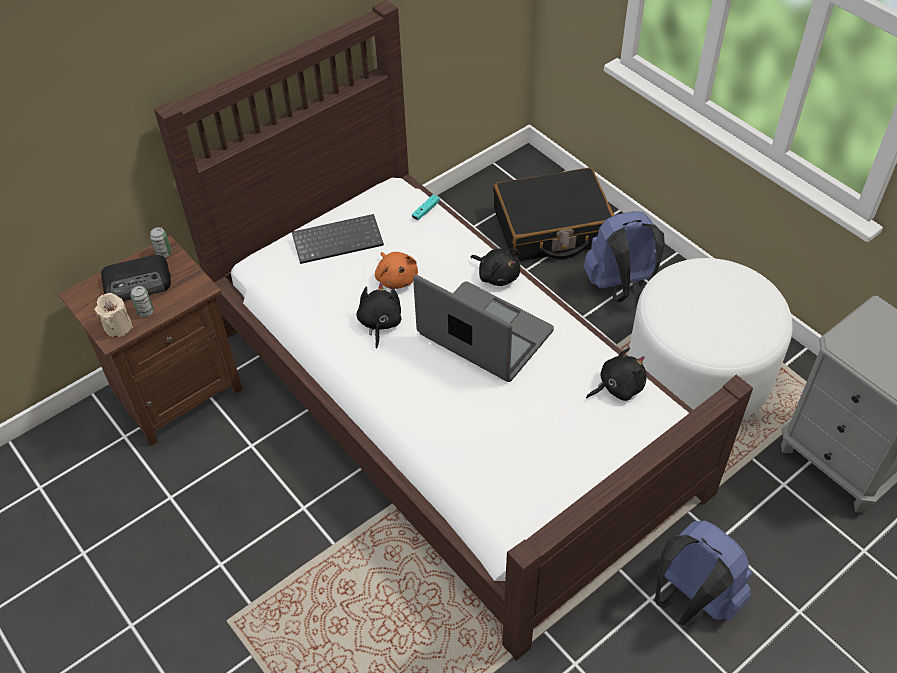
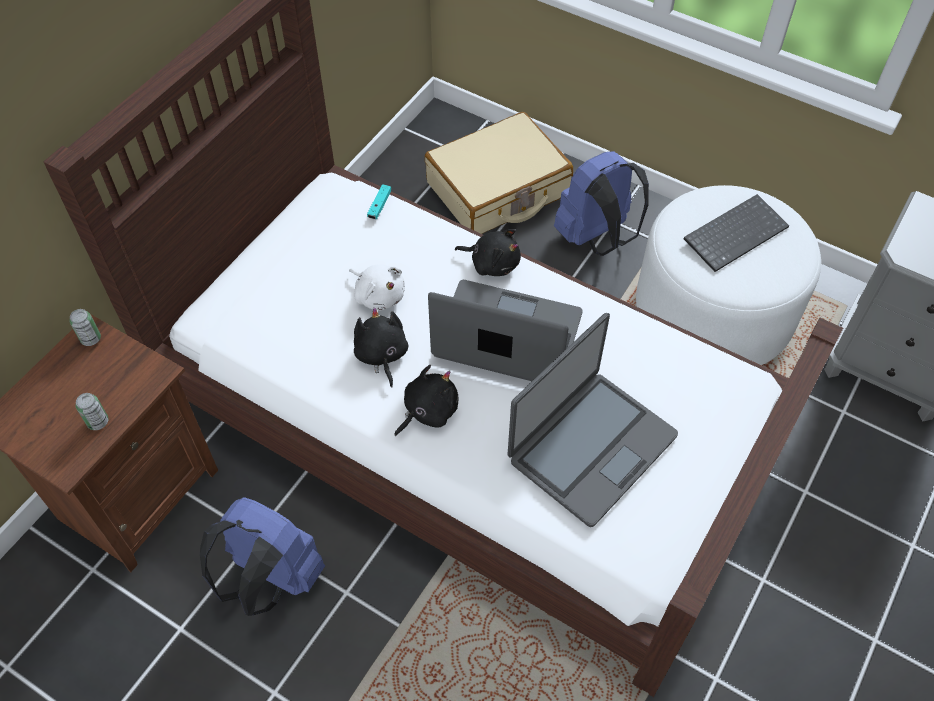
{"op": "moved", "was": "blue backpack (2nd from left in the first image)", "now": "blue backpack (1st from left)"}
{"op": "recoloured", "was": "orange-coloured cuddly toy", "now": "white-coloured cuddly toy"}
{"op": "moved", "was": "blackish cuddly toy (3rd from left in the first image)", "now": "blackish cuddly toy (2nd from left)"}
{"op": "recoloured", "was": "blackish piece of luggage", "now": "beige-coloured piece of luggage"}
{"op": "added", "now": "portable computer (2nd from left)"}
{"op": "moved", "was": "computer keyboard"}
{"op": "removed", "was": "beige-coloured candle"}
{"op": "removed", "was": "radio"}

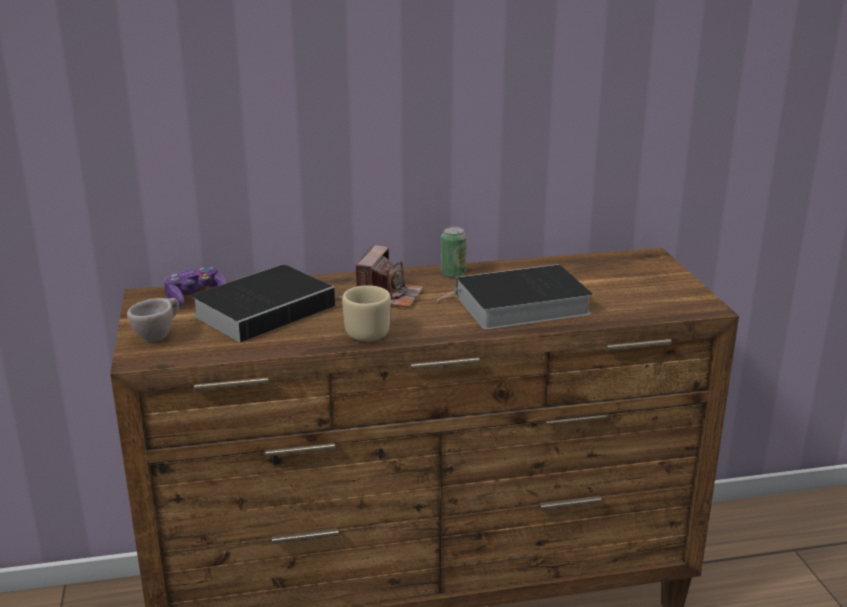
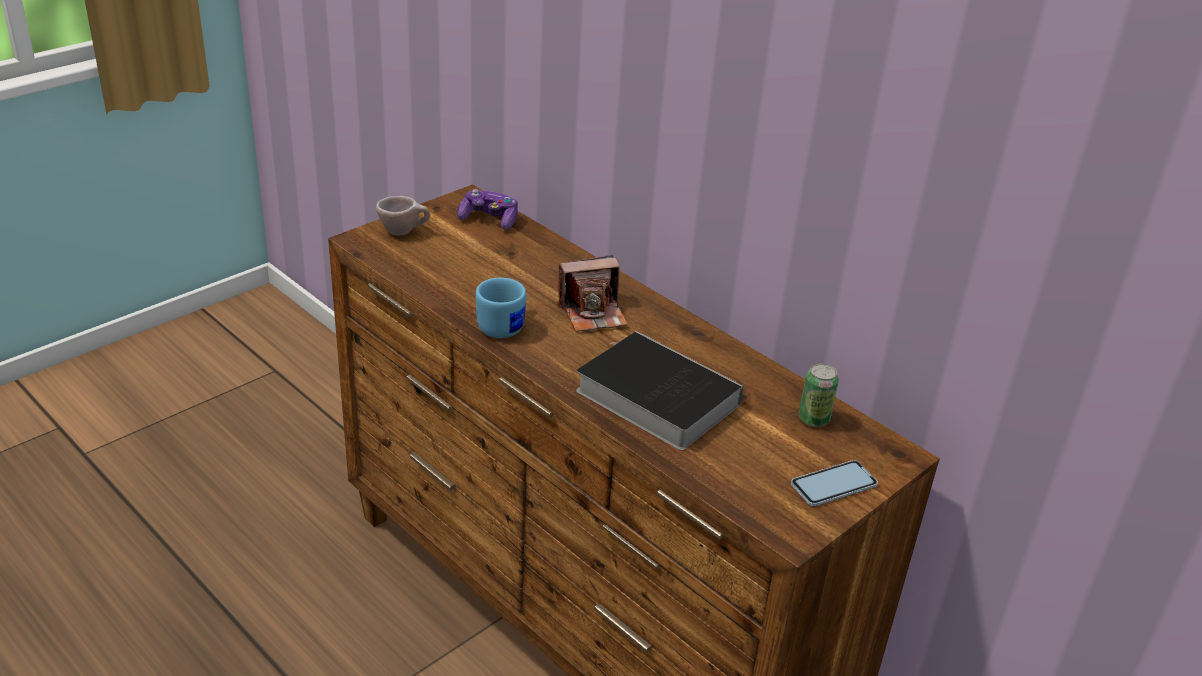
{"op": "recoloured", "was": "beige-coloured tea mug", "now": "blue tea mug"}
{"op": "added", "now": "telephone"}
{"op": "moved", "was": "can"}
{"op": "removed", "was": "book (1st from left)"}

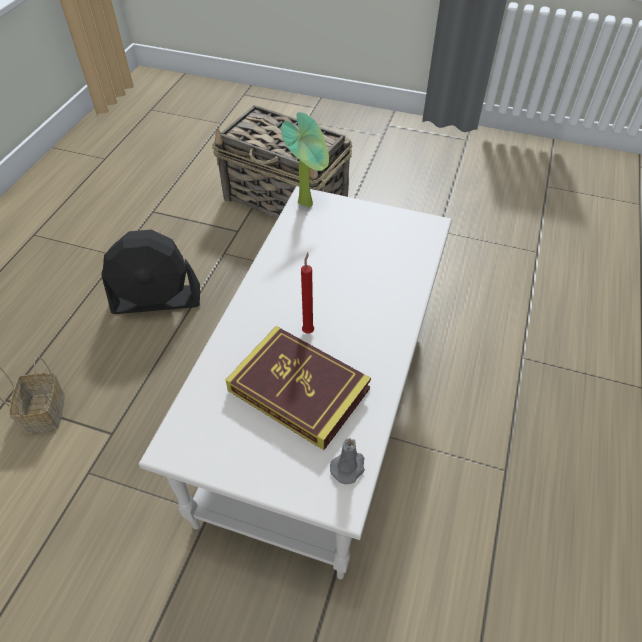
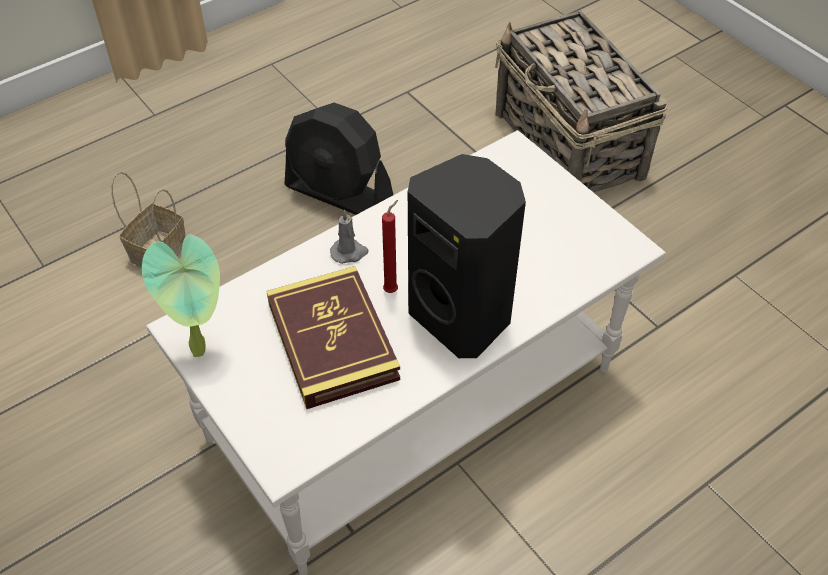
{"op": "moved", "was": "houseplant"}
{"op": "moved", "was": "grey candle"}
{"op": "added", "now": "blackish loudspeaker"}

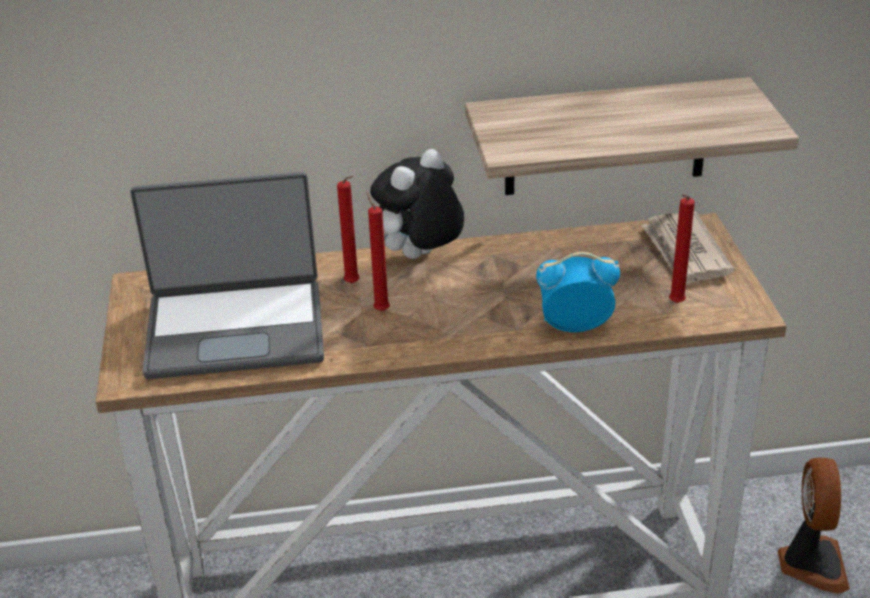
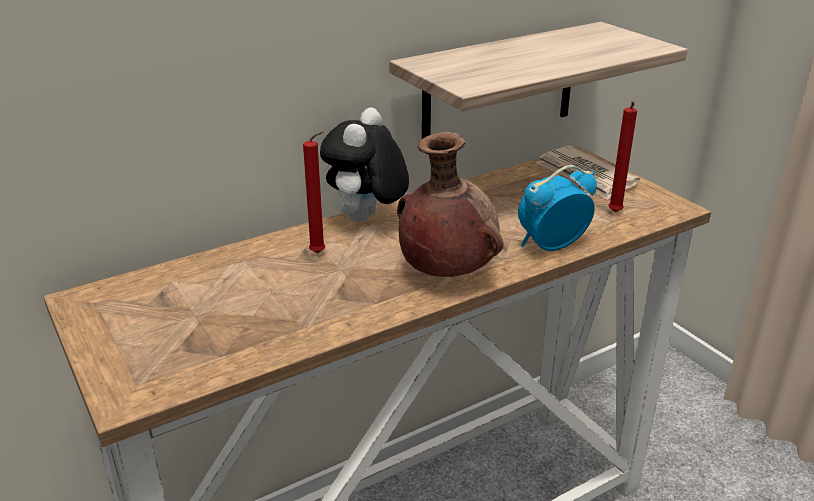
{"op": "added", "now": "brownish flower vase"}
{"op": "removed", "was": "portable computer"}
{"op": "removed", "was": "red candle (2nd from left)"}
{"op": "removed", "was": "cooling fan"}

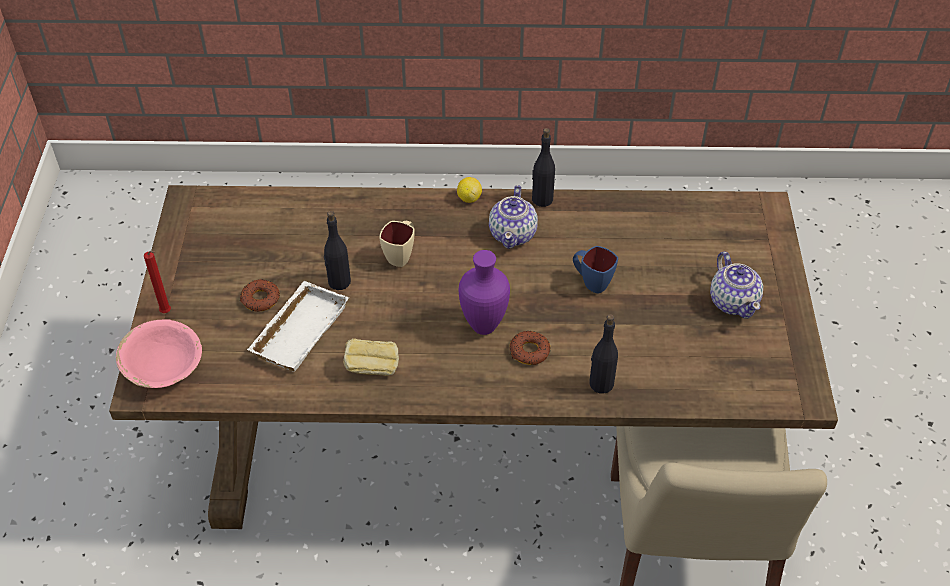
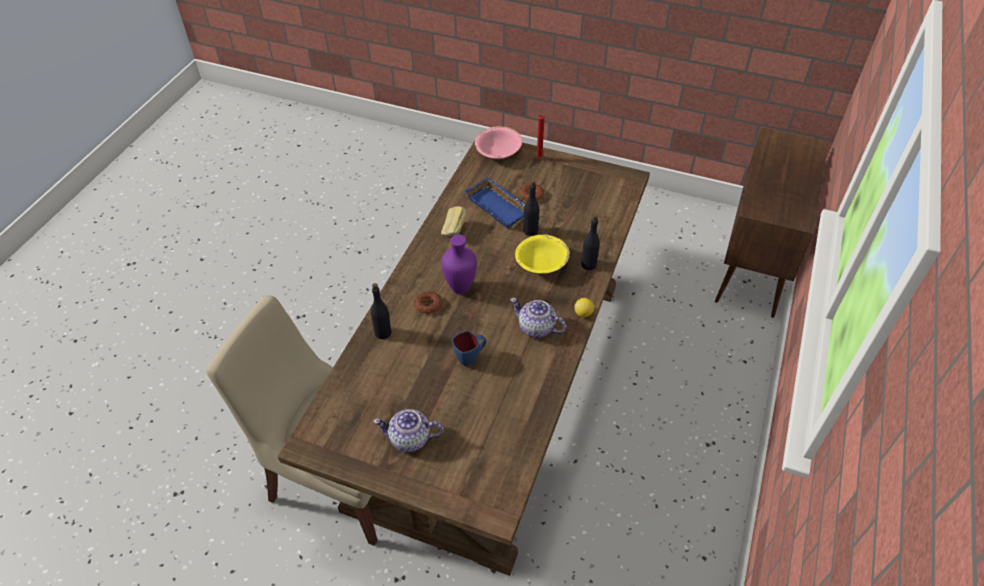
{"op": "recoloured", "was": "white-coloured tray", "now": "blue tray"}
{"op": "replaced", "was": "beige-coloured tea mug", "now": "yellow-coloured bowl"}
{"op": "moved", "was": "blackish beverage bottle (2nd from left in the first image)", "now": "blackish beverage bottle (3rd from left)"}
{"op": "added", "now": "brownish cupboard"}

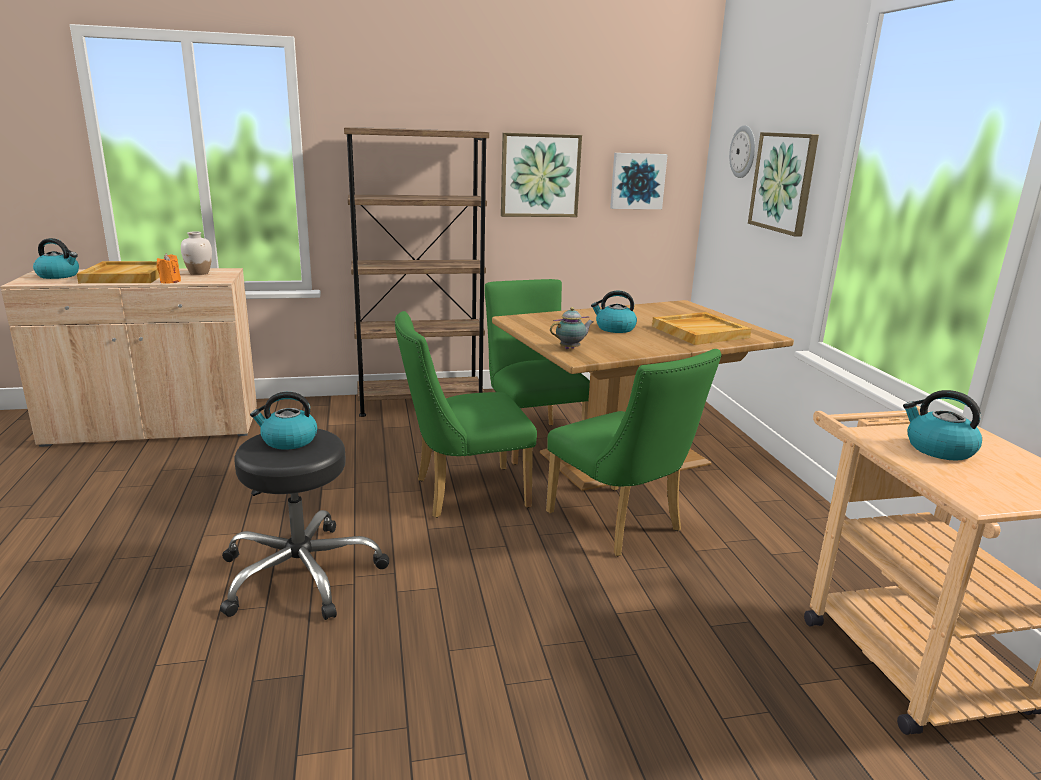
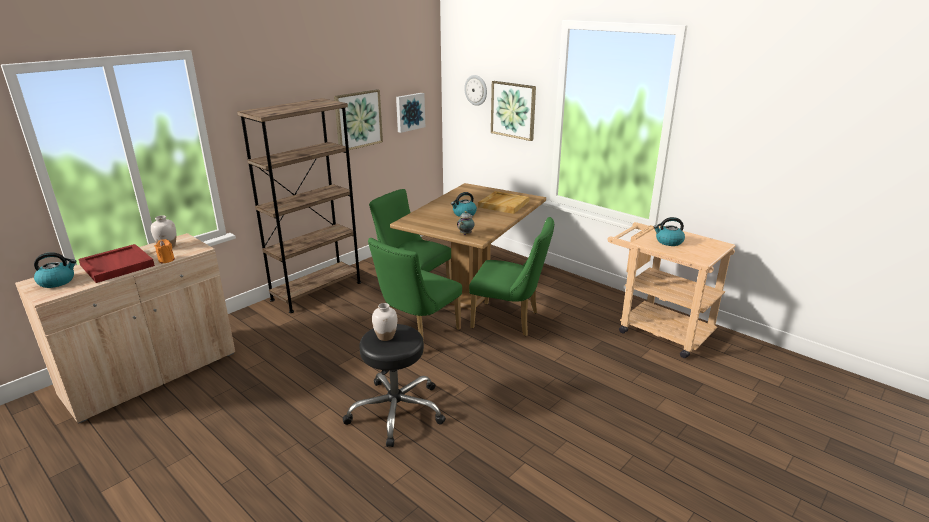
{"op": "recoloured", "was": "beige-coloured tray (1st from left)", "now": "red tray"}
{"op": "replaced", "was": "water kettle (2nd from left)", "now": "white-coloured flower vase (2nd from left)"}

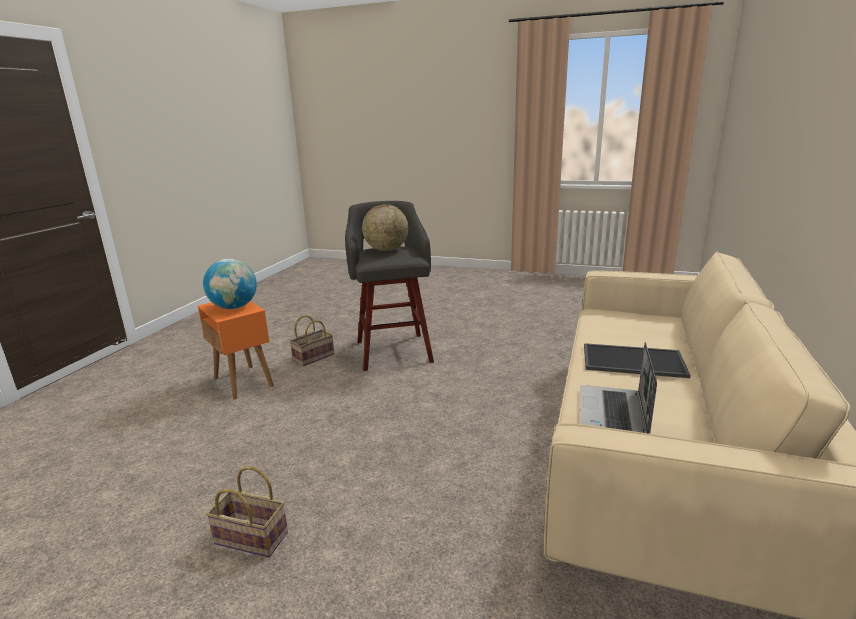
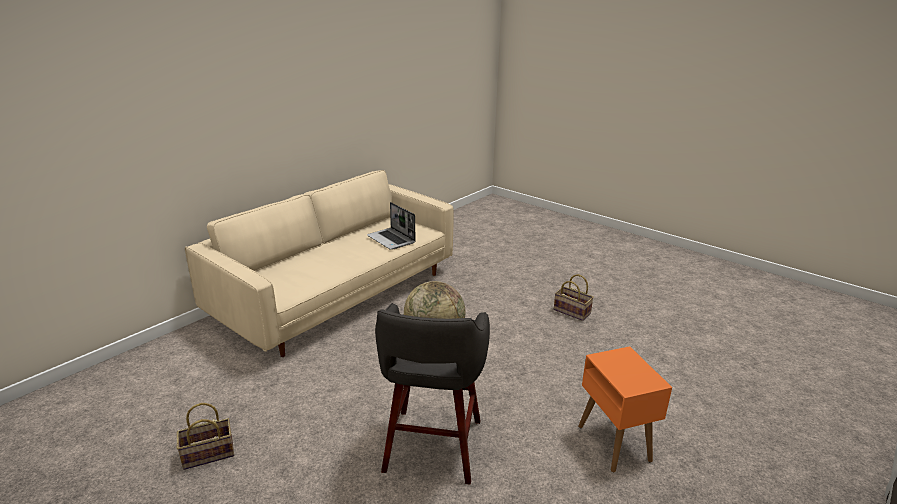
{"op": "moved", "was": "basket (2nd from left in the first image)", "now": "basket (1st from left)"}
{"op": "turned", "was": "portable computer", "clockwise": 105}
{"op": "removed", "was": "desk globe (1st from left)"}
{"op": "removed", "was": "tray"}

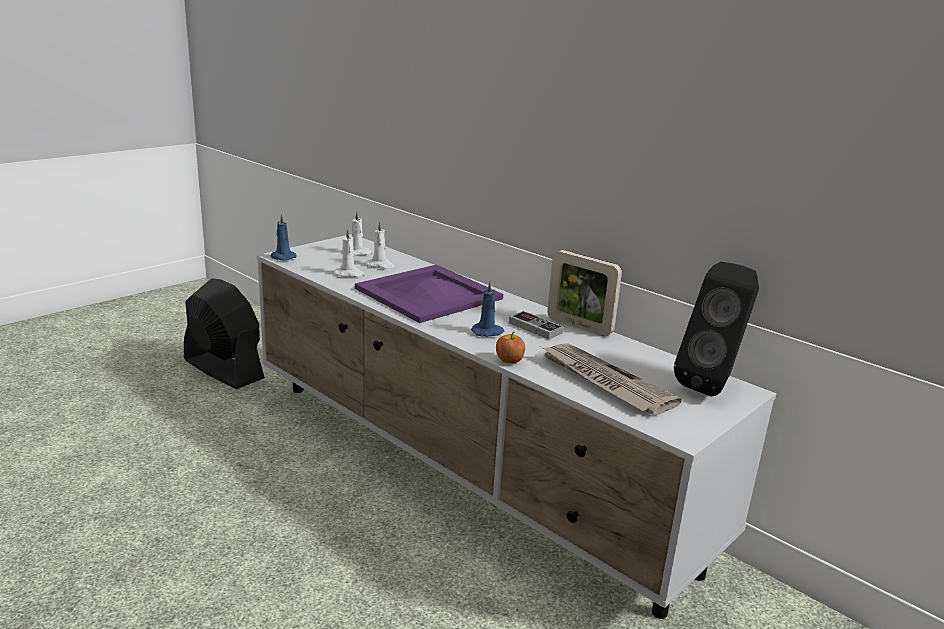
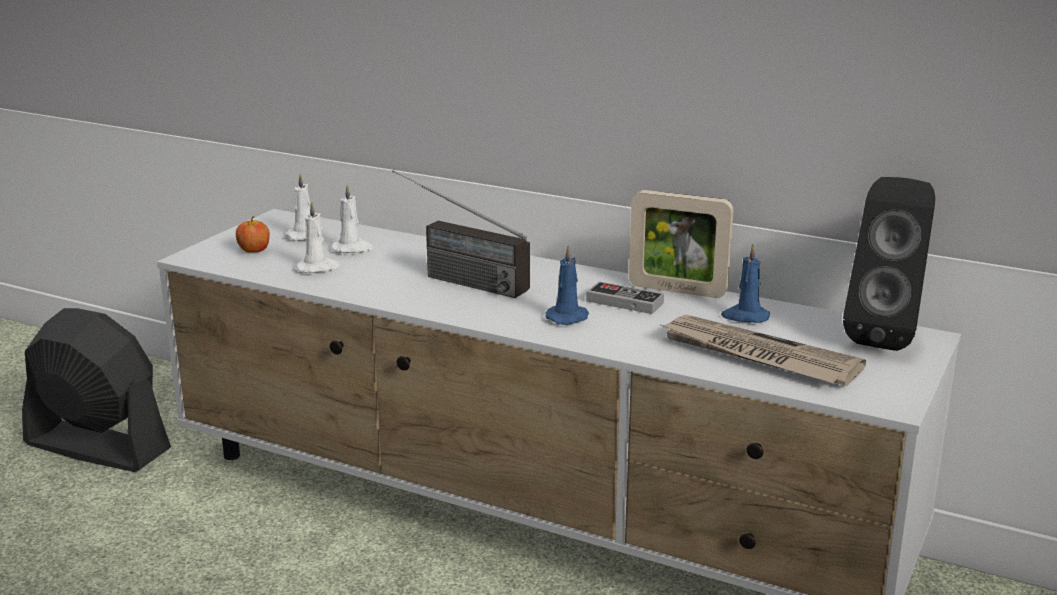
{"op": "moved", "was": "whole apple"}
{"op": "replaced", "was": "purple-coloured tray", "now": "radio"}
{"op": "moved", "was": "blue candle (1st from left in the first image)", "now": "blue candle (2nd from left)"}

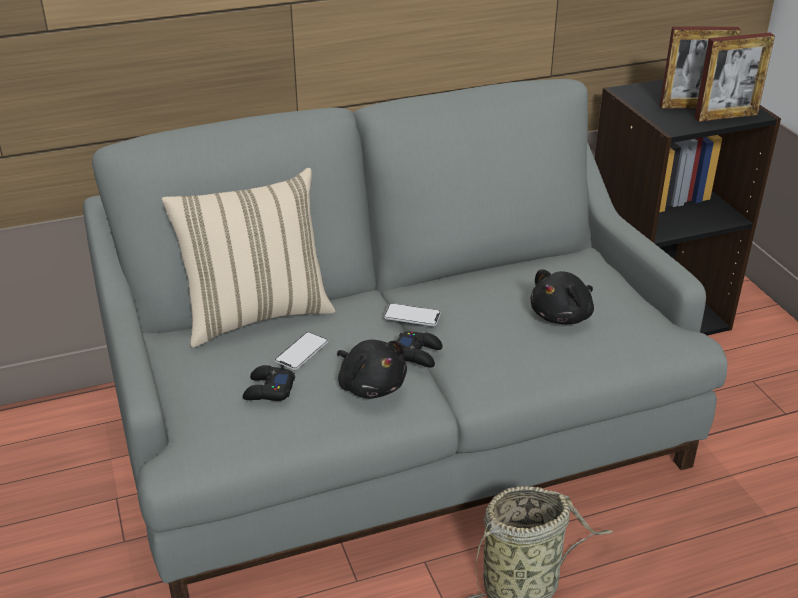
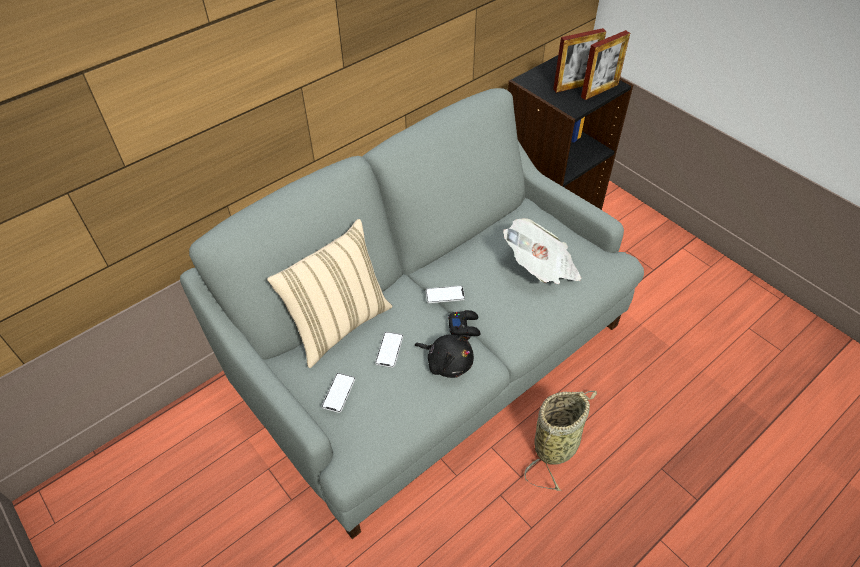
{"op": "added", "now": "telephone (1st from left)"}
{"op": "replaced", "was": "blackish cuddly toy (2nd from left)", "now": "daily paper"}
{"op": "removed", "was": "blackish gamepad (1st from left)"}

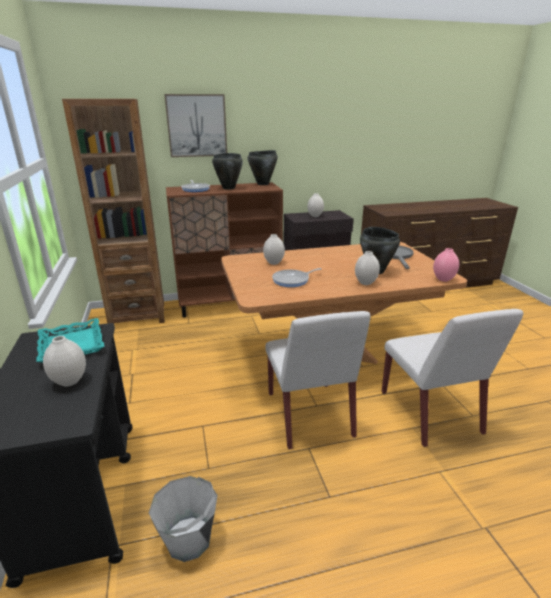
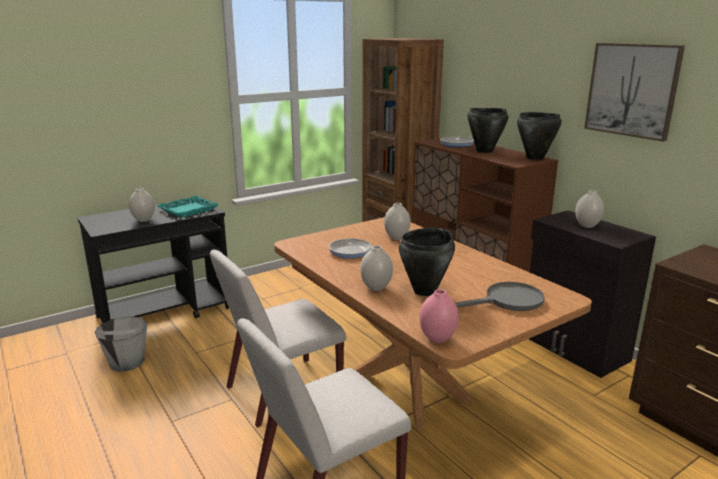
{"op": "moved", "was": "wall art"}

